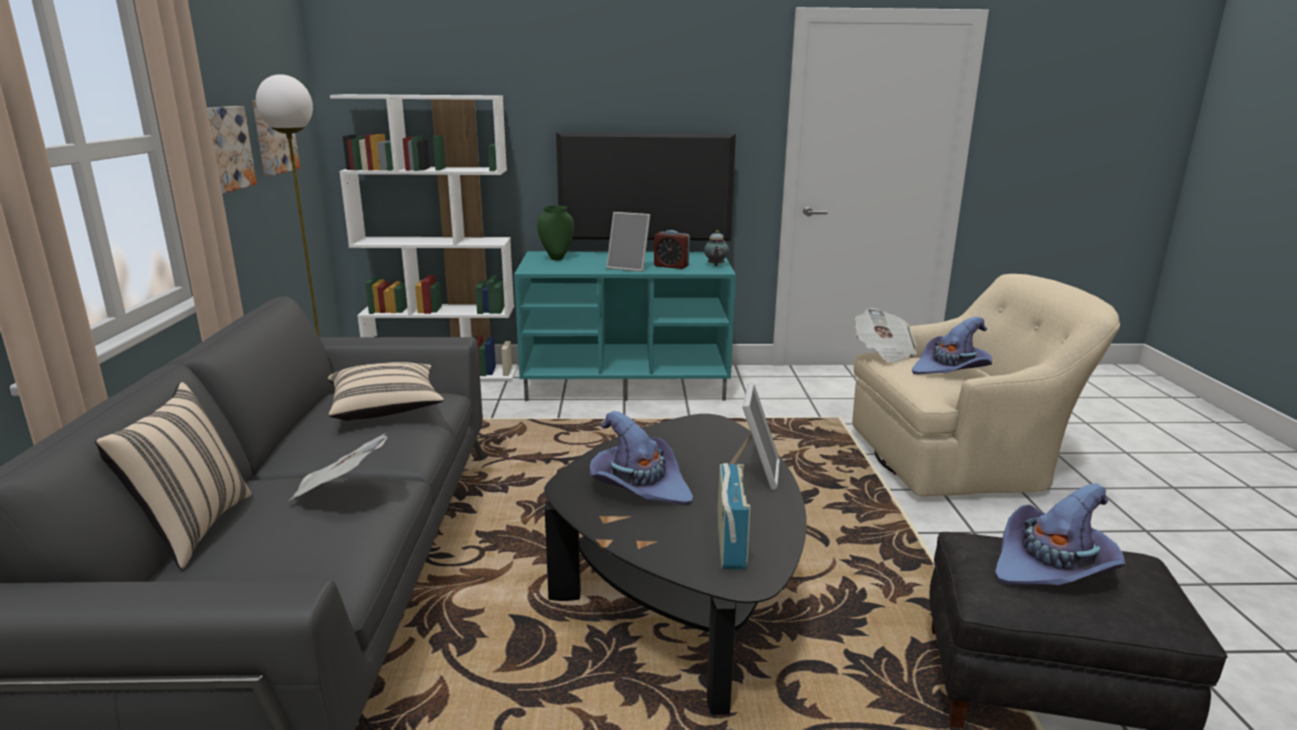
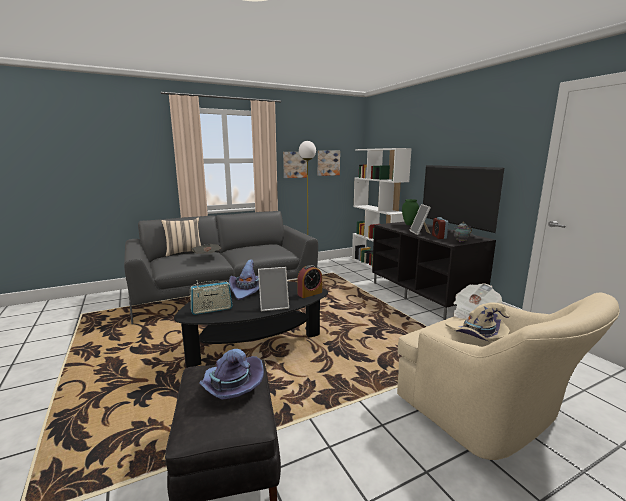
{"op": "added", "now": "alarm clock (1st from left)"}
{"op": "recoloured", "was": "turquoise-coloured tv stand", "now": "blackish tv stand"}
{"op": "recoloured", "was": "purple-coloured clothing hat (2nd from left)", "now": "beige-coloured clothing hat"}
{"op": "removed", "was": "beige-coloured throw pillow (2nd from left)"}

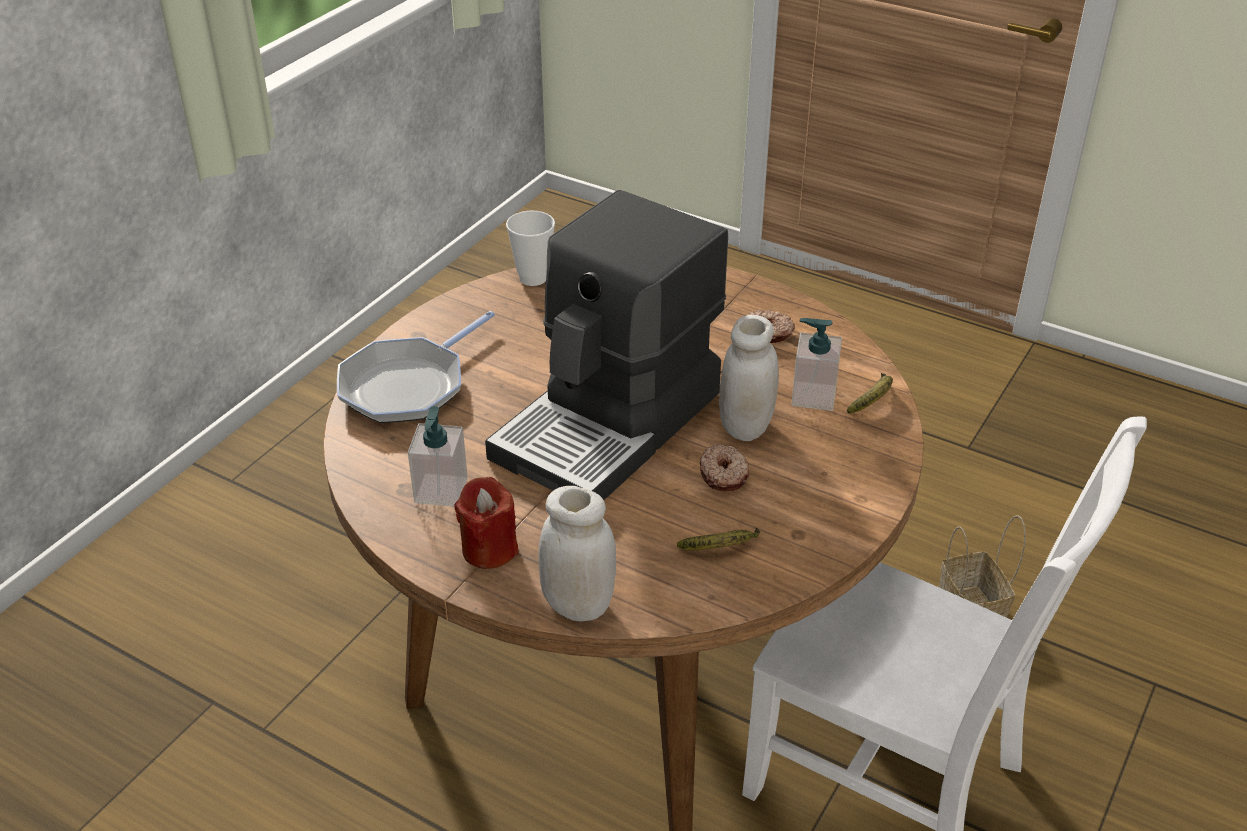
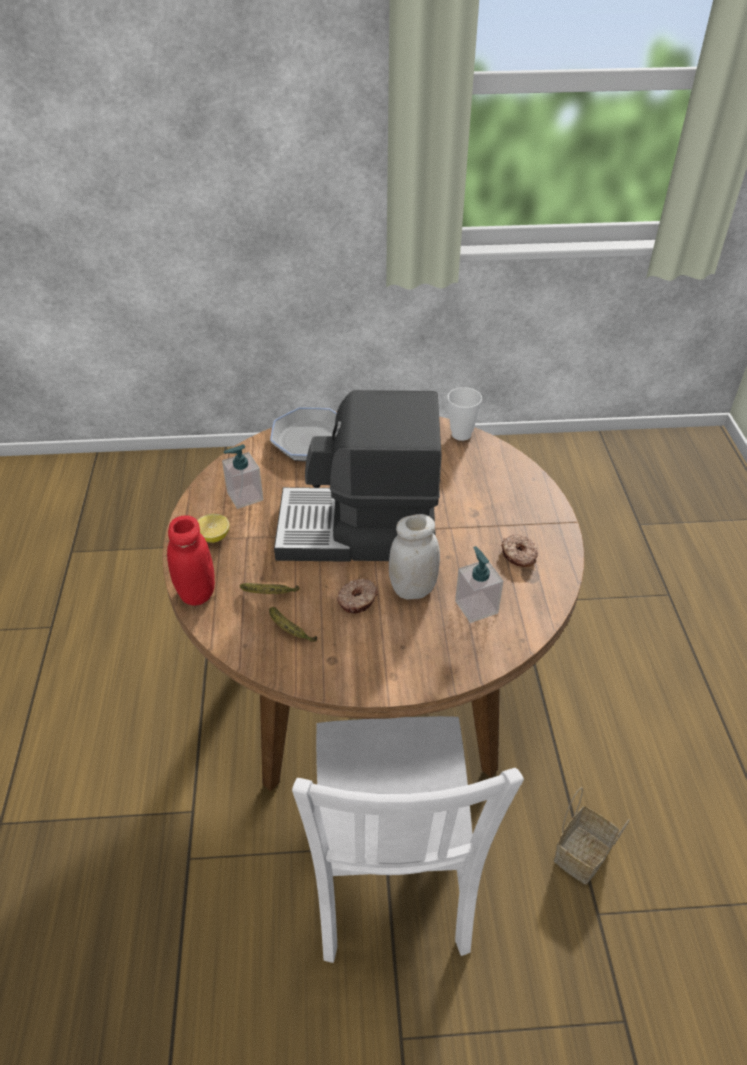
{"op": "recoloured", "was": "white-coloured preserve jar (1st from left)", "now": "red preserve jar"}
{"op": "replaced", "was": "red candle", "now": "whole lemon"}
{"op": "moved", "was": "whole banana (2nd from left in the first image)", "now": "whole banana (1st from left)"}

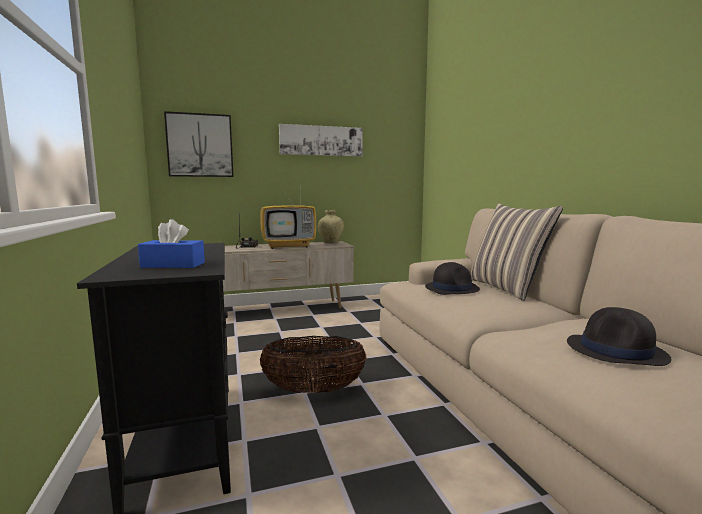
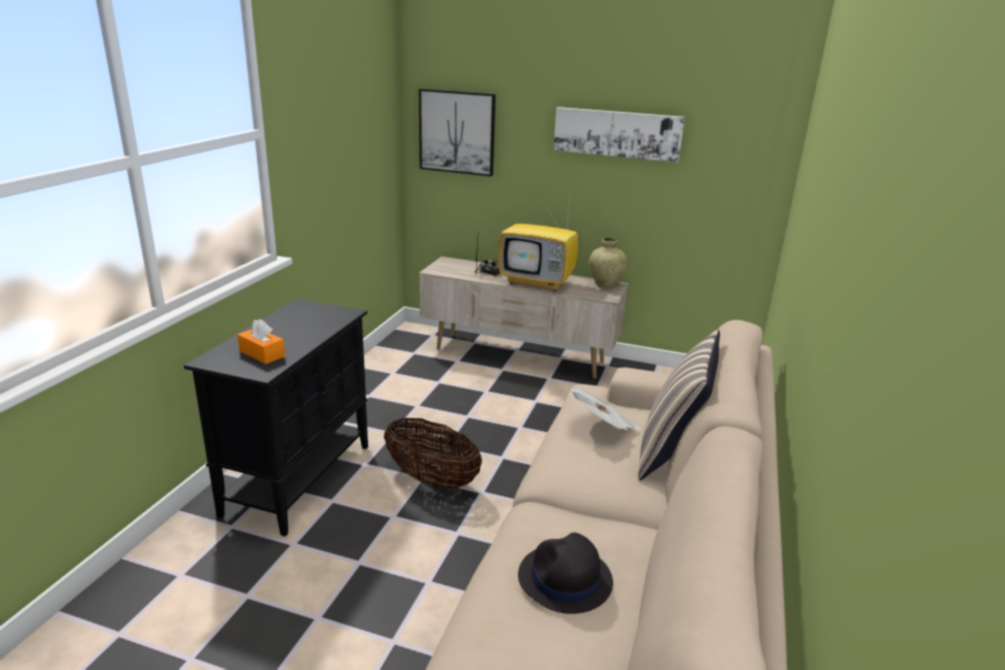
{"op": "recoloured", "was": "blue box of tissues", "now": "orange-coloured box of tissues"}
{"op": "replaced", "was": "blackish clothing hat (1st from left)", "now": "daily paper"}

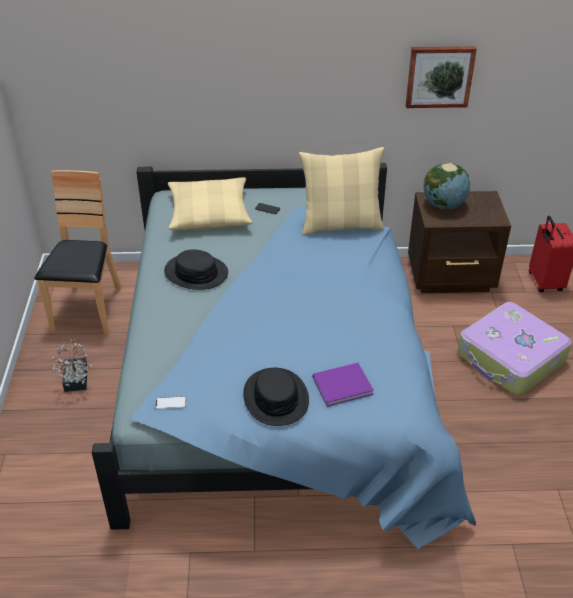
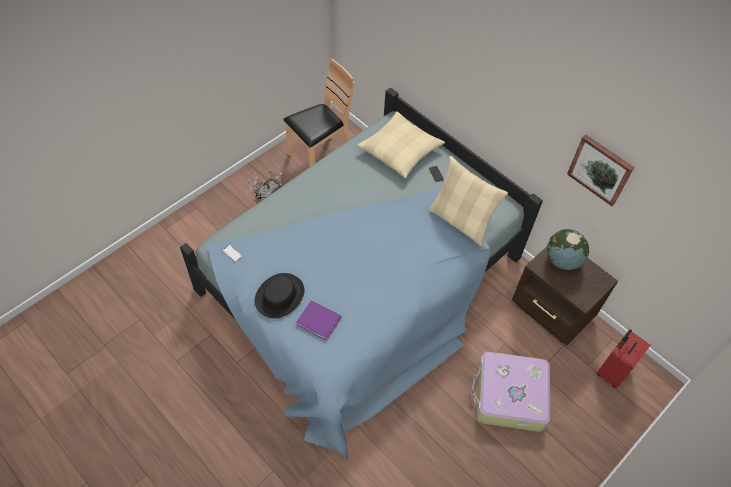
{"op": "removed", "was": "blackish clothing hat (1st from left)"}

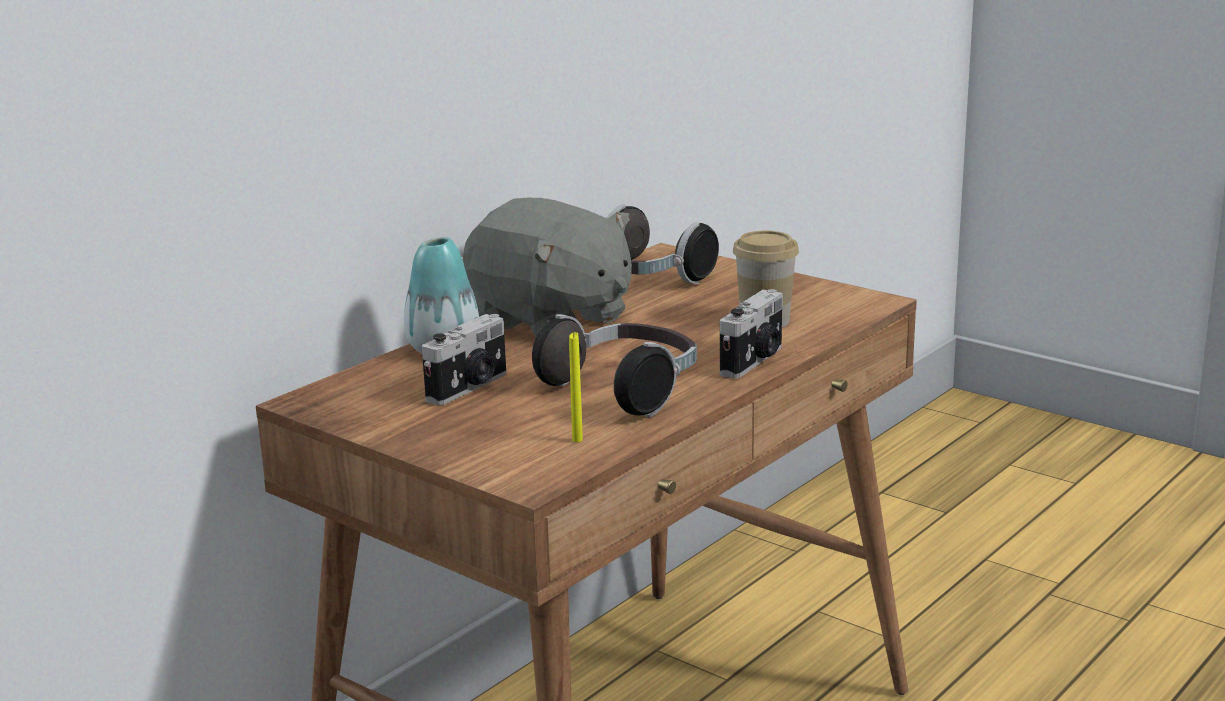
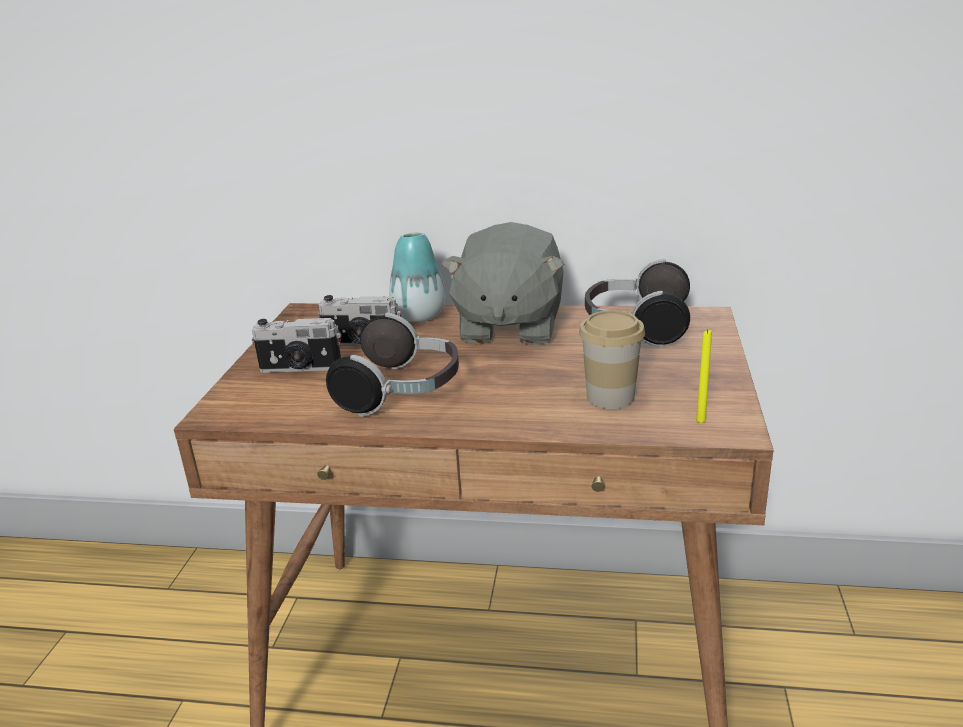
{"op": "moved", "was": "photo camera (2nd from left in the first image)", "now": "photo camera (1st from left)"}
{"op": "moved", "was": "yellow-coloured candle"}

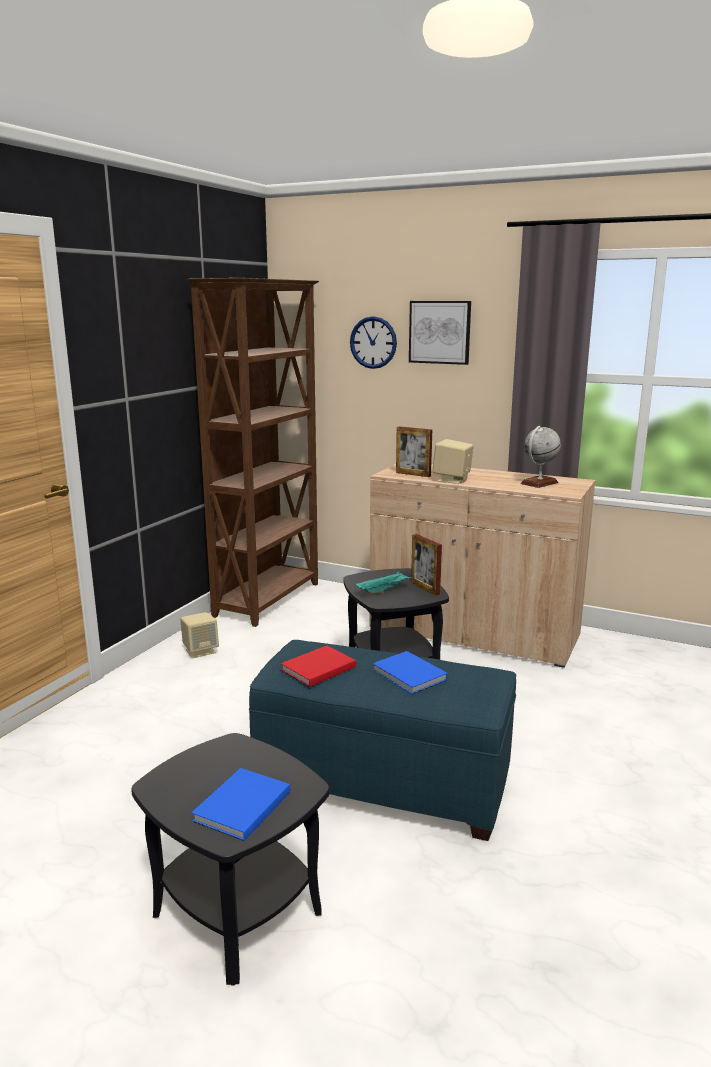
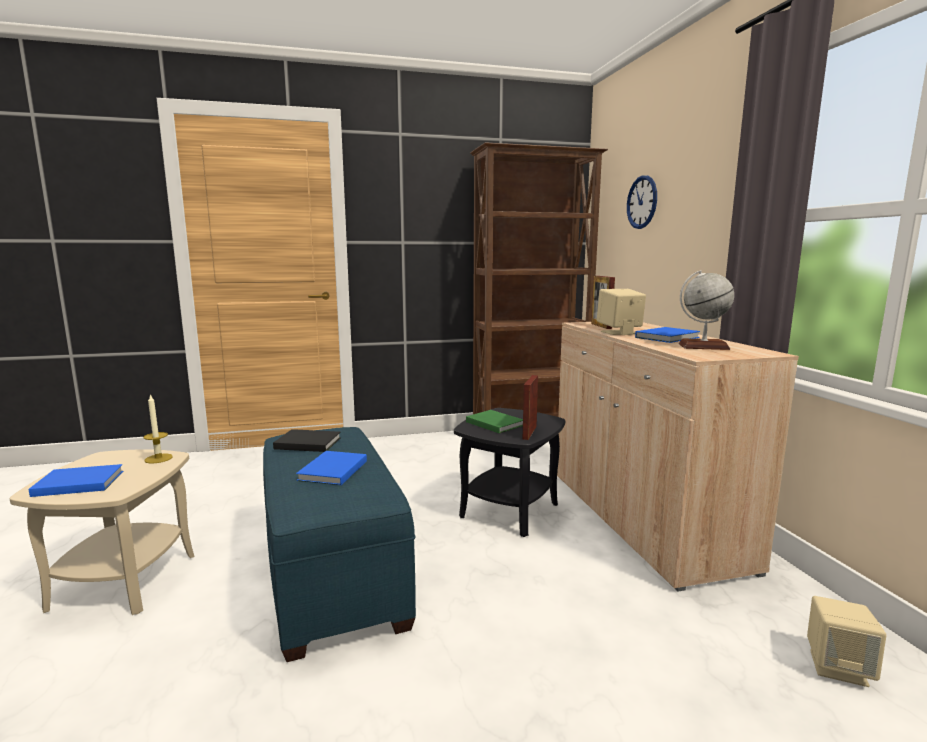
{"op": "recoloured", "was": "blackish side table (1st from left)", "now": "beige-coloured side table"}
{"op": "added", "now": "candle"}
{"op": "recoloured", "was": "red book", "now": "blackish book"}
{"op": "replaced", "was": "turquoise-coloured tray", "now": "green book"}
{"op": "added", "now": "blue book (3rd from left)"}
{"op": "moved", "was": "beige-coloured loudspeaker (1st from left in the first image)", "now": "beige-coloured loudspeaker (2nd from left)"}
{"op": "removed", "was": "wall art"}

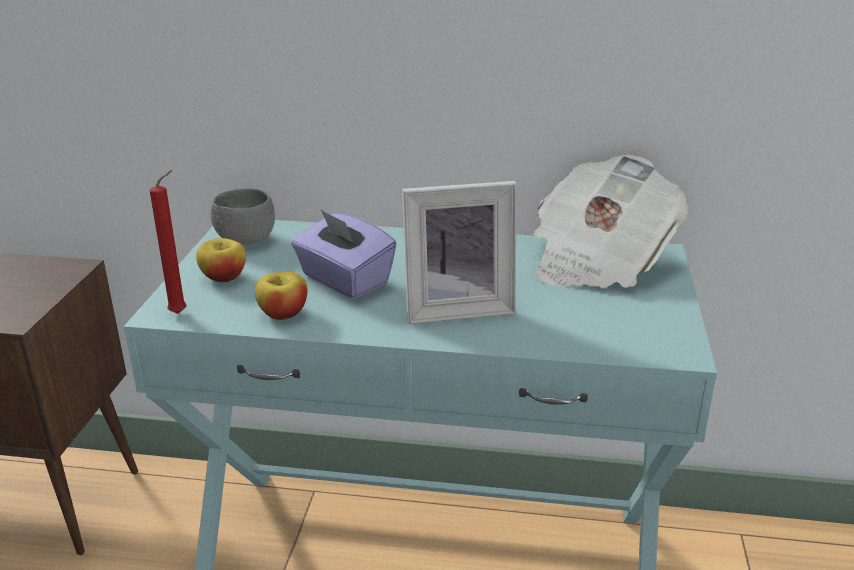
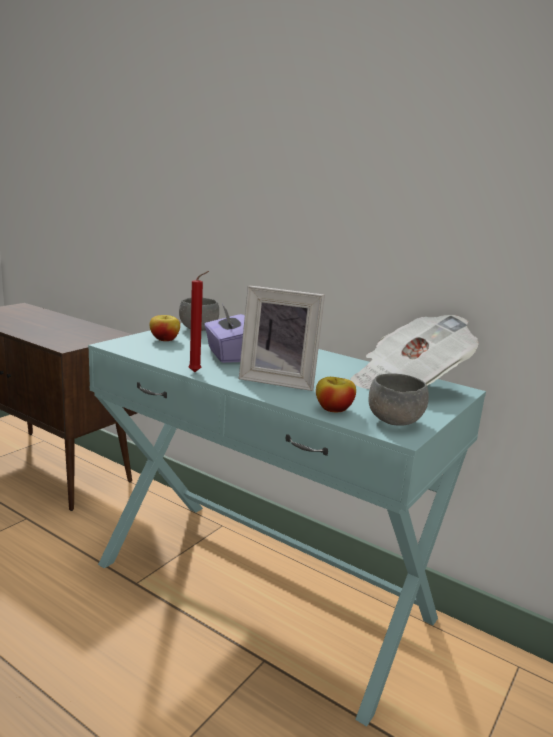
{"op": "moved", "was": "red candle"}
{"op": "moved", "was": "whole apple (2nd from left)"}
{"op": "added", "now": "grey bowl (2nd from left)"}

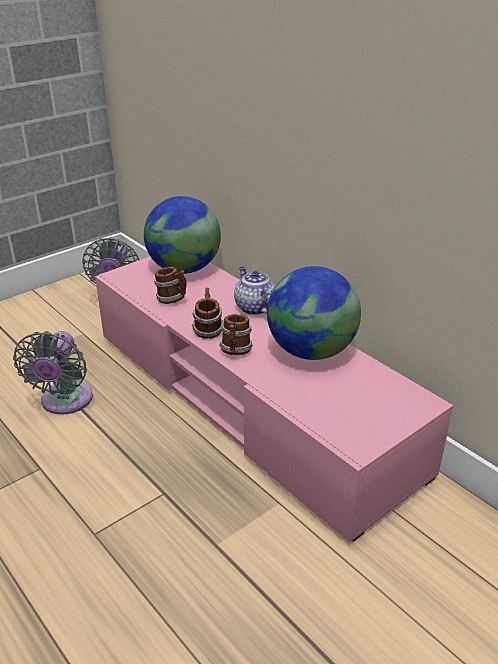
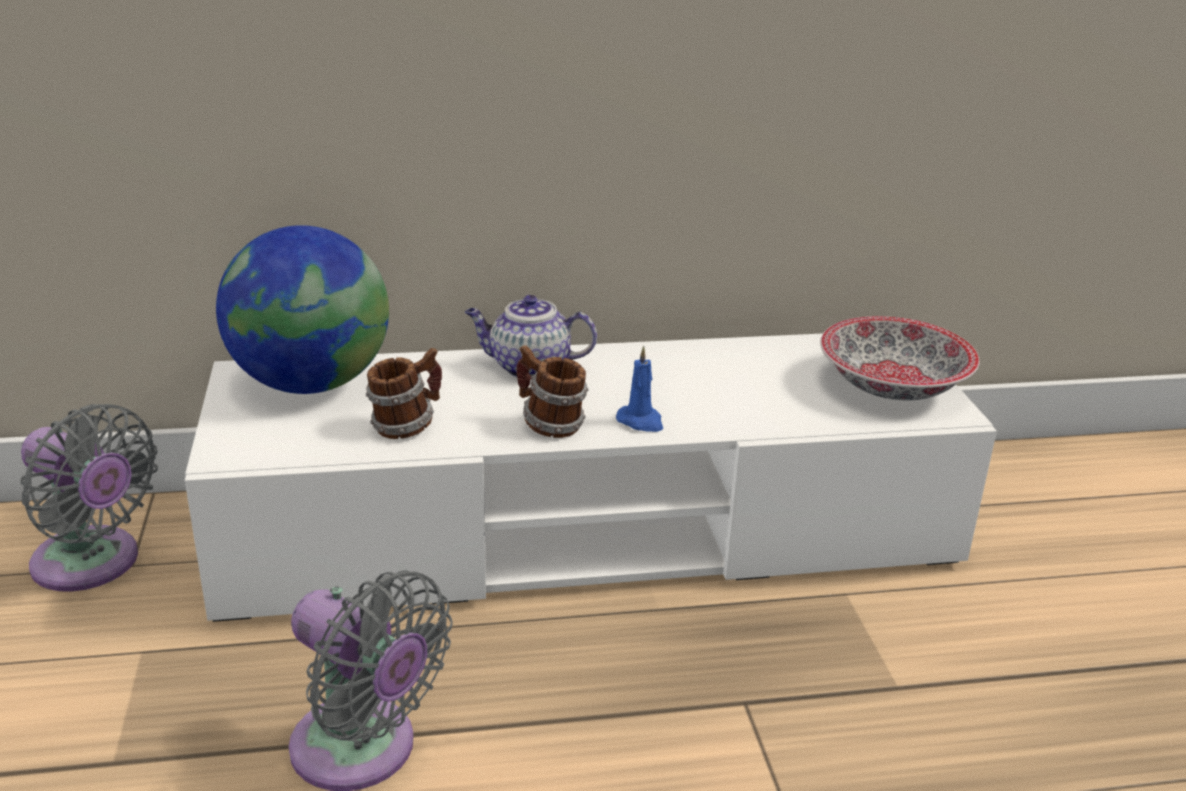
{"op": "recoloured", "was": "pink-coloured tv stand", "now": "white-coloured tv stand"}
{"op": "replaced", "was": "tea mug (3rd from left)", "now": "blue candle"}
{"op": "added", "now": "bowl"}
{"op": "removed", "was": "desk globe (2nd from left)"}

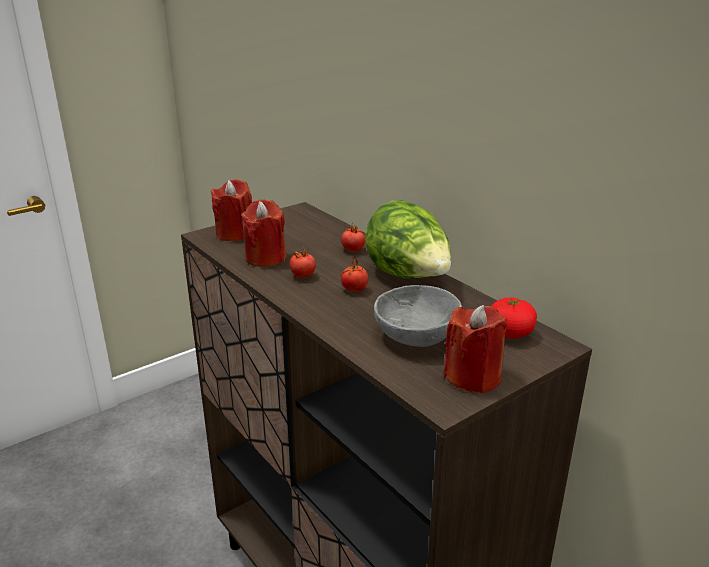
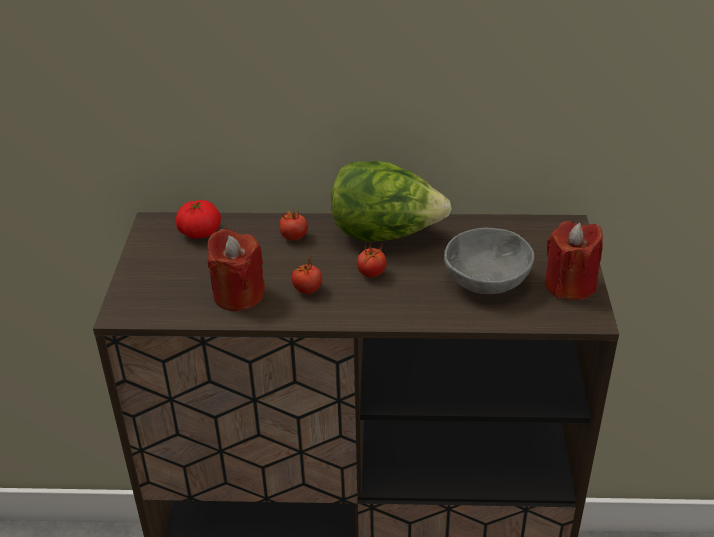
{"op": "moved", "was": "fresh tomato (4th from left in the first image)", "now": "fresh tomato (1st from left)"}
{"op": "removed", "was": "red candle (1st from left)"}

